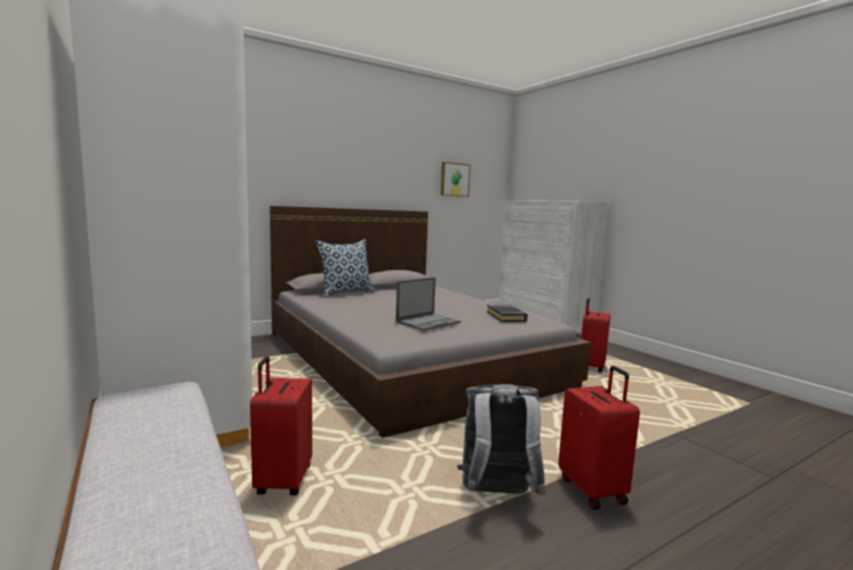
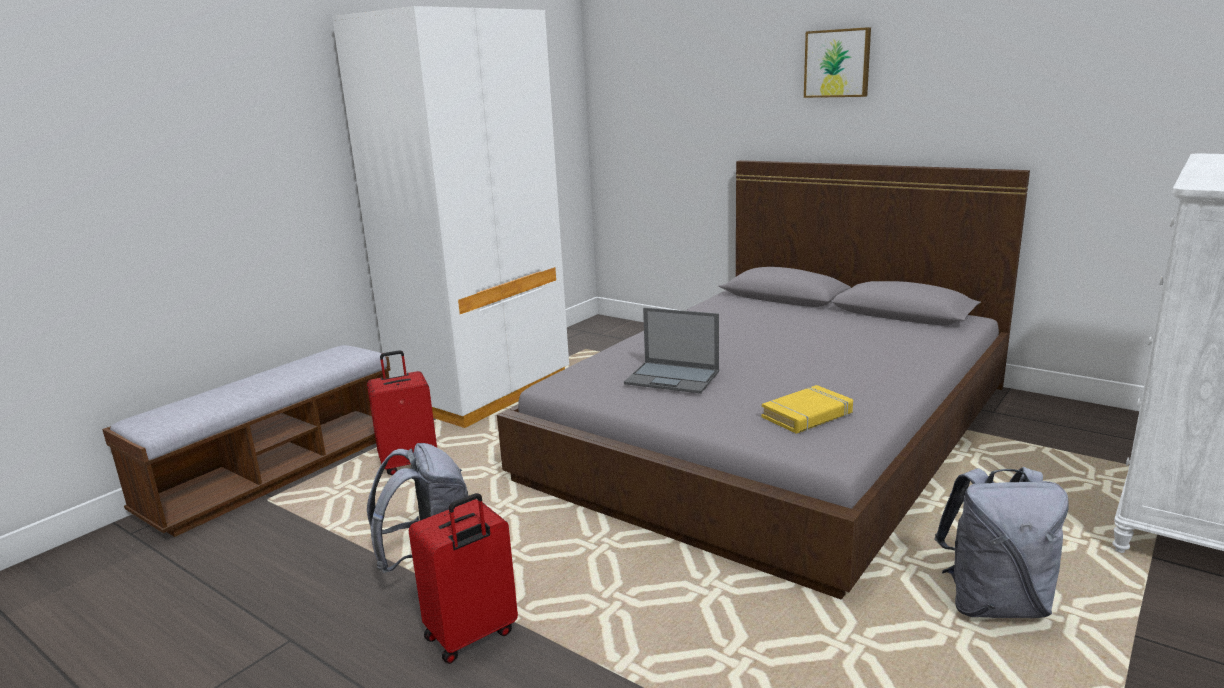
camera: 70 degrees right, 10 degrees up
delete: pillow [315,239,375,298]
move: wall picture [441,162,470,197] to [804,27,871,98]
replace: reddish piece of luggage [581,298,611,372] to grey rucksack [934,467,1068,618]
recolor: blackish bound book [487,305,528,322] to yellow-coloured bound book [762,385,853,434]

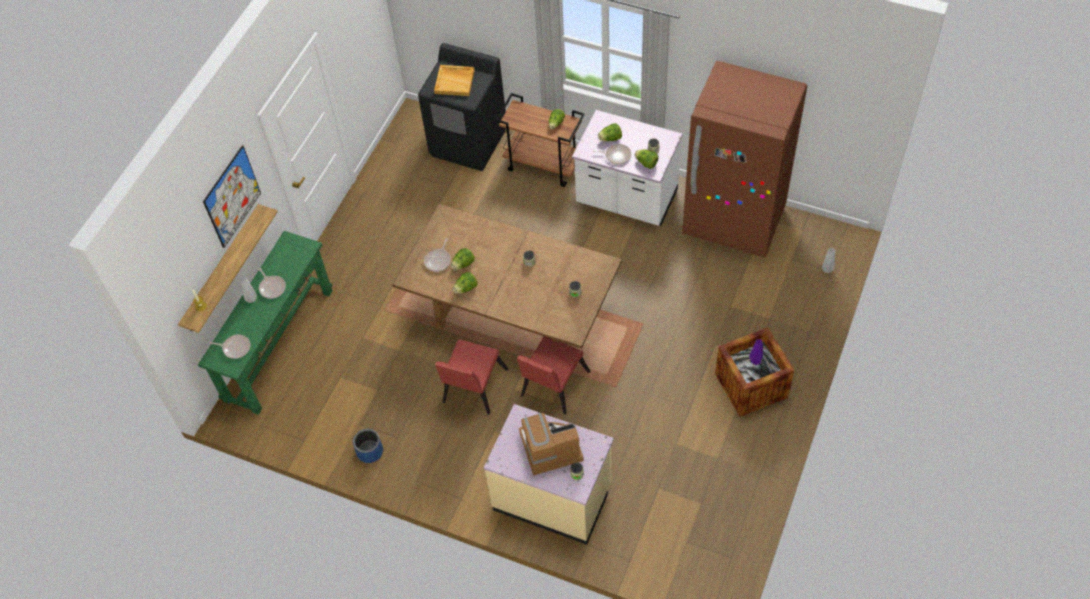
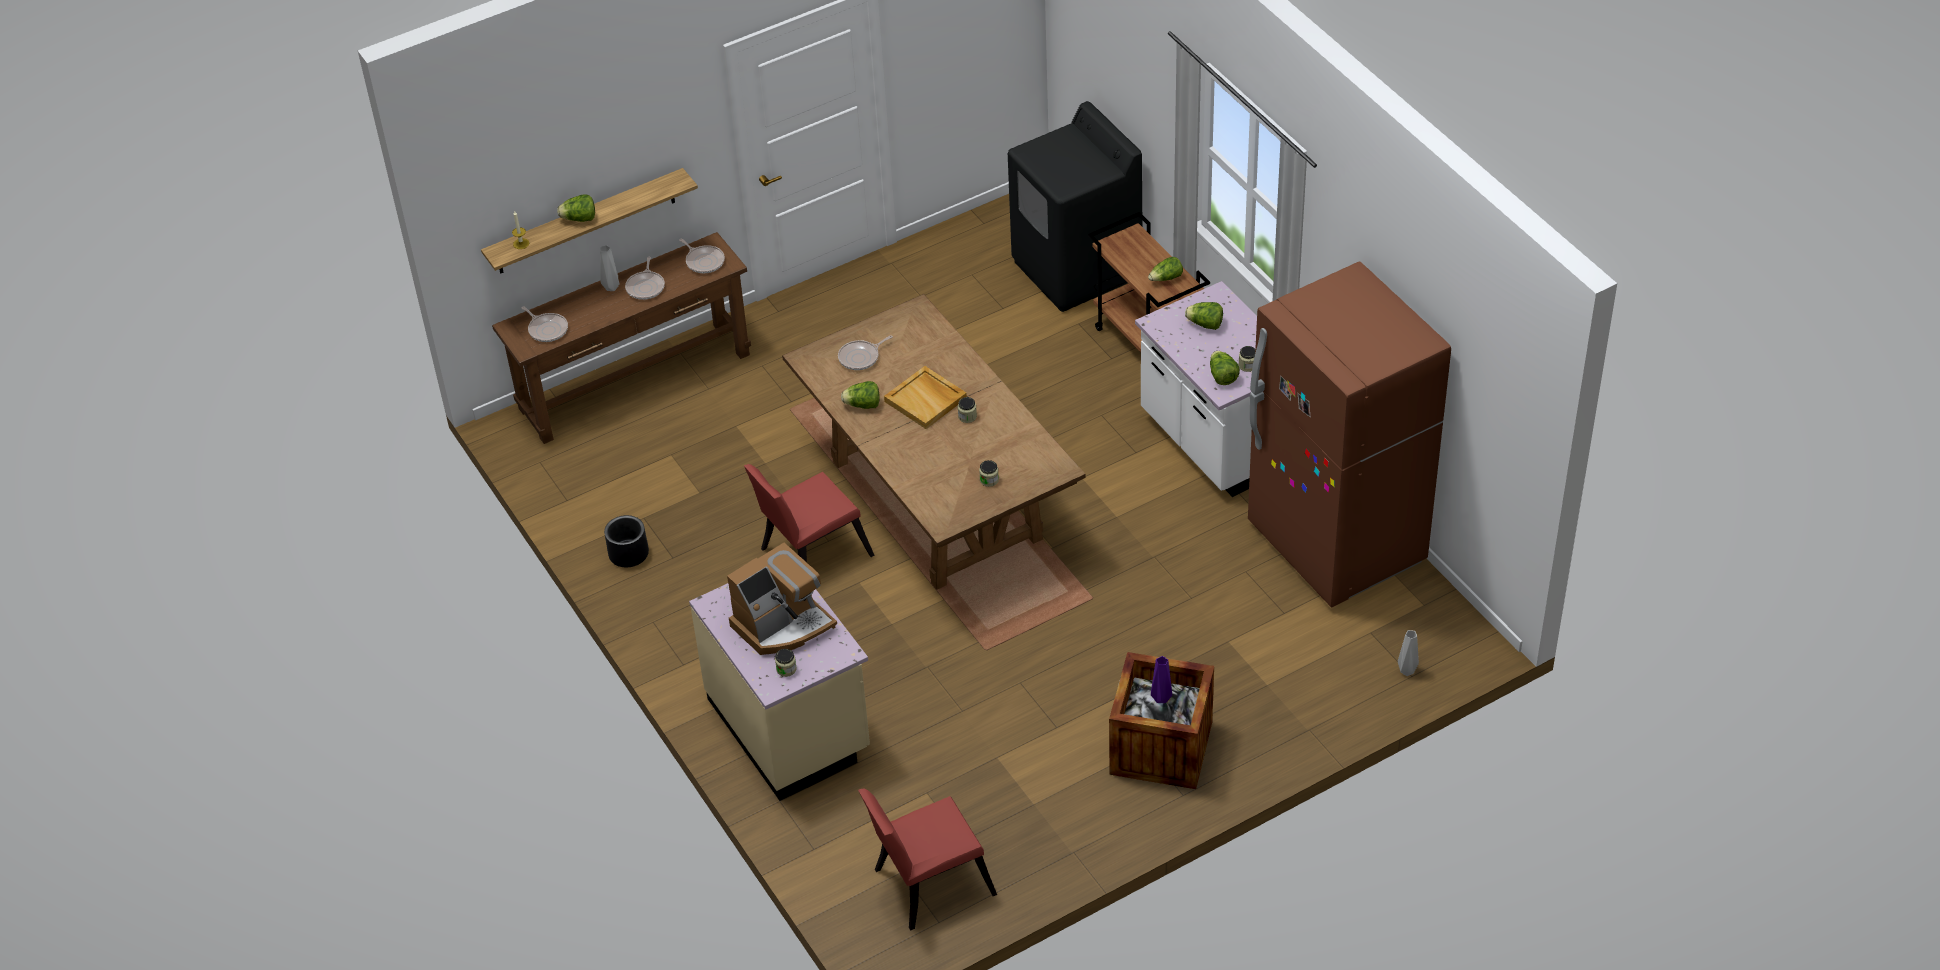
camera: 35 degrees right, 10 degrees down
delete: wall picture [203,145,261,248]
move: beige serving tray [434,65,475,96] to [884,366,967,429]; head of lettuce [451,248,475,270] to [557,194,595,222]; reddish upright chair [517,336,590,415] to [858,788,997,931]; skillet [593,144,631,165] to [679,239,725,273]
recolor: greenish console table [198,231,332,415] to brownish console table [492,232,751,444]; bluish planter [353,428,383,463] to blackish planter [604,515,649,567]
rotate: coffee maker [519,413,584,476] = [727,543,837,655] 120 degrees clockwise

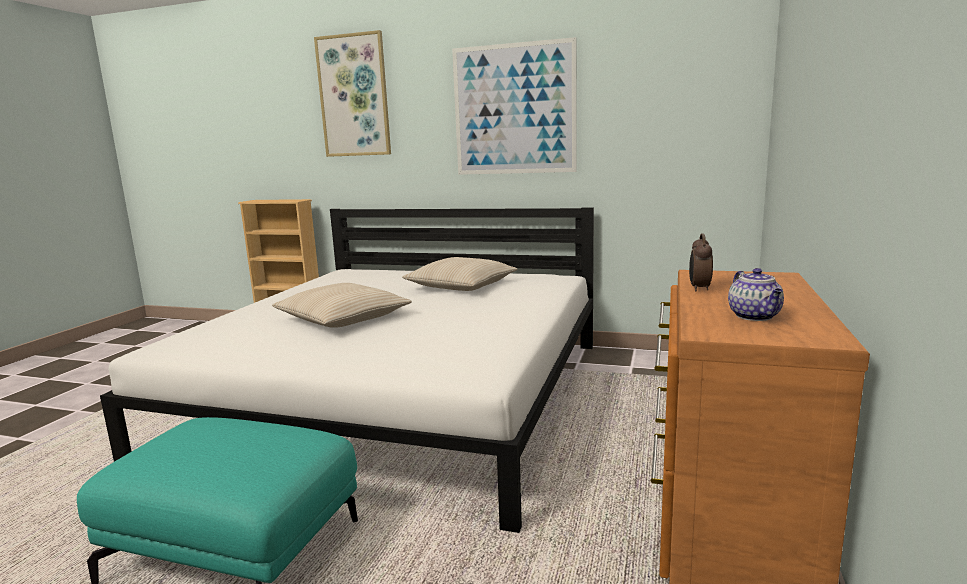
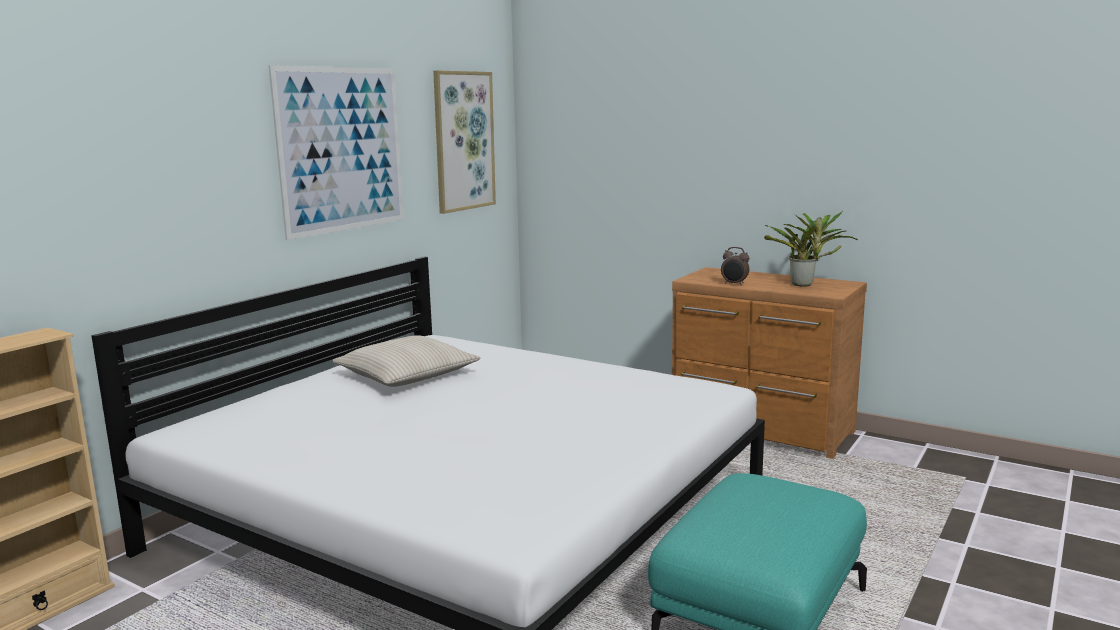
camera: 75 degrees left, 0 degrees up
delete: beige pillow [272,283,412,328]
move: wall picture [314,30,391,157] to [433,70,496,214]
replace: tea pot [728,268,784,321] to houseplant [764,211,858,287]

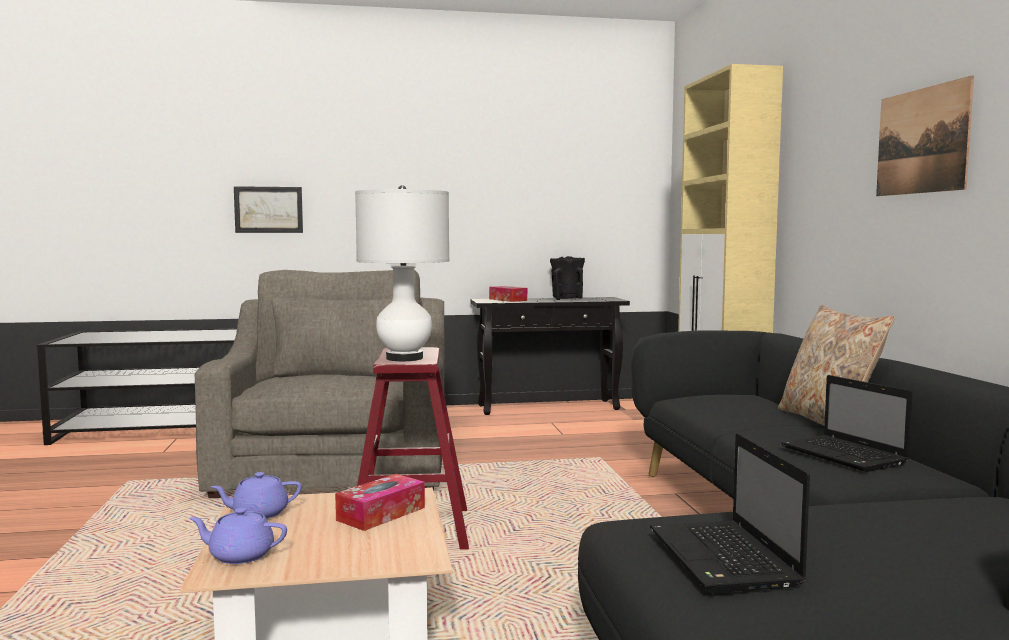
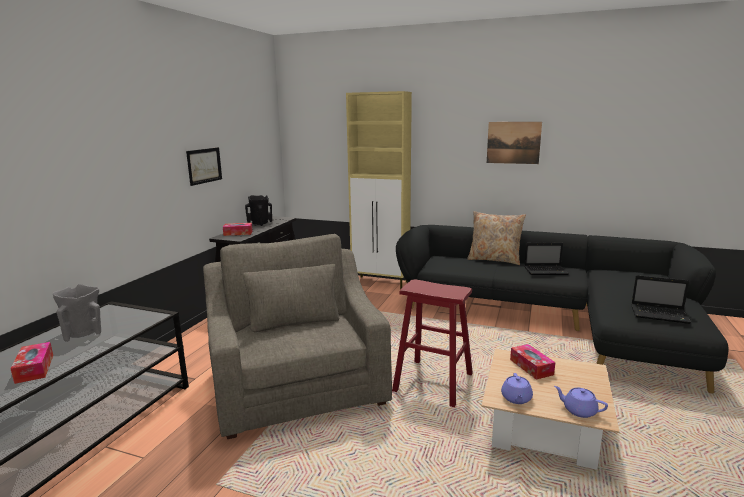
camera: 60 degrees left, 10 degrees up
delete: whitish lamp for a table [355,185,450,361]
insert: box of tissues [10,342,53,384]; grey vase [53,284,101,342]
move: wall picture [234,186,303,233] to [186,147,222,186]
rotate: purple tea pot [189,508,287,564] = [554,386,608,418] 90 degrees clockwise; grey easy chair [195,270,445,498] = [203,234,392,439] 45 degrees clockwise

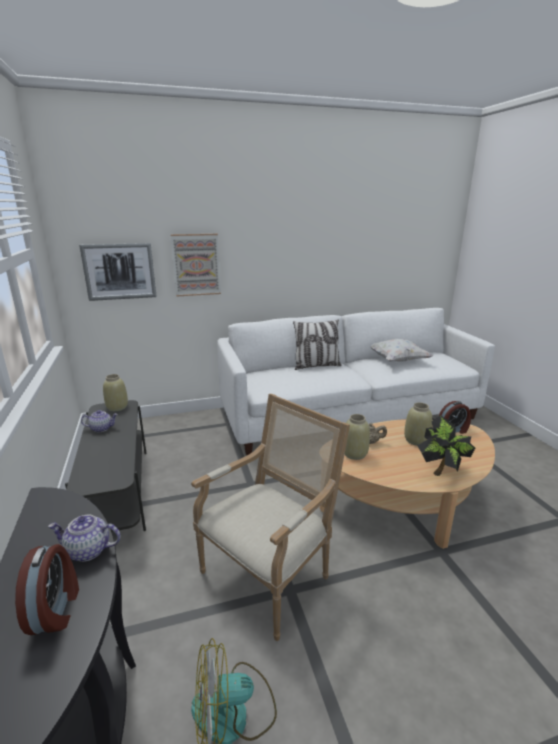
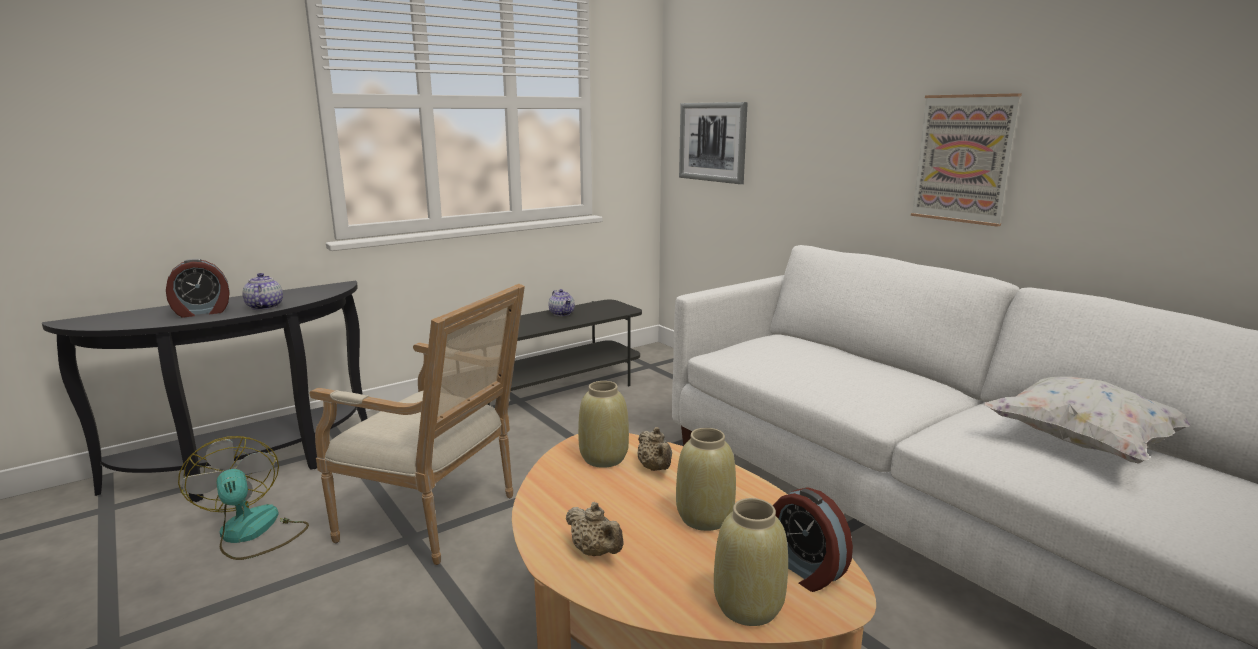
camera: 70 degrees right, 5 degrees down
delete: pillow [293,320,341,370]
move: beige vase [103,374,128,411] to [714,498,788,626]; wall picture [171,234,221,297] to [911,93,1022,227]
replace: houseplant [418,416,475,476] to beige tea pot [566,502,623,556]

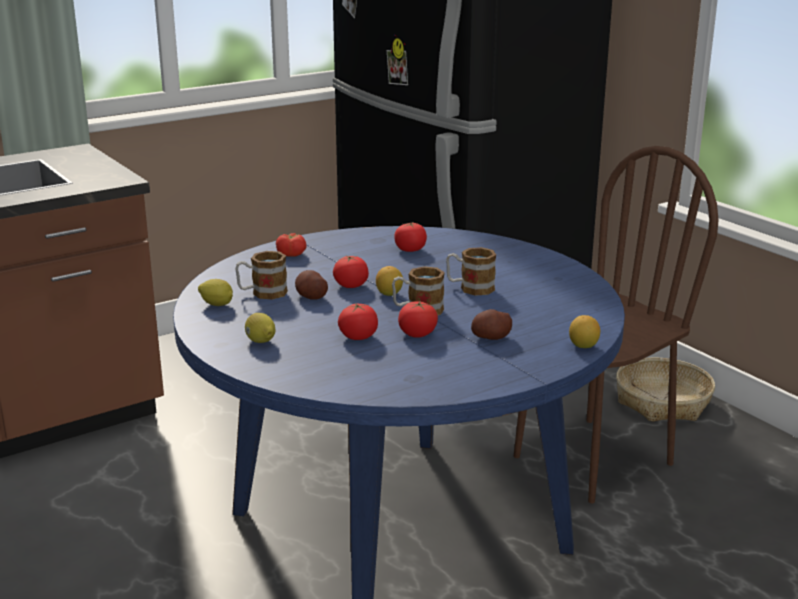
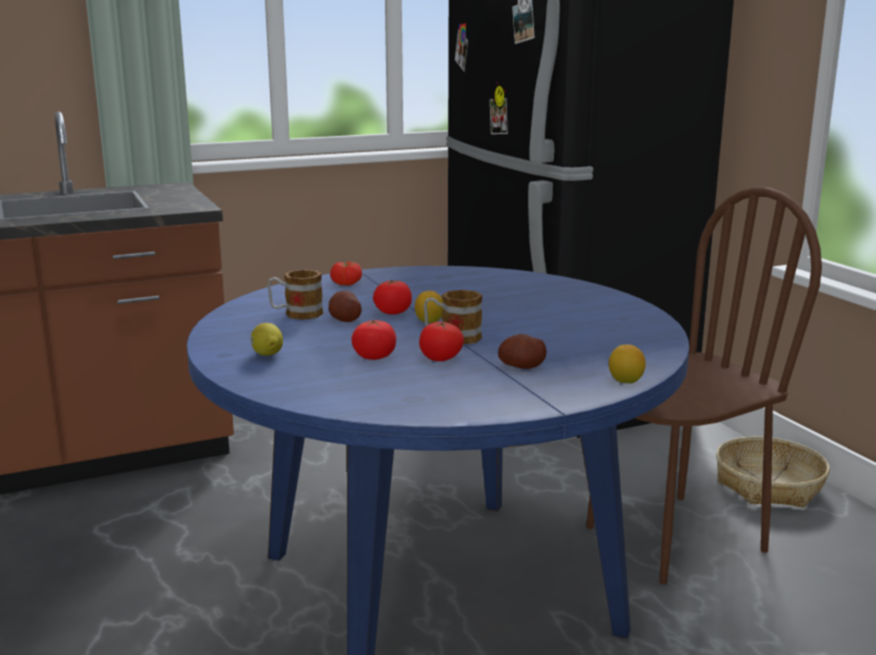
camera: 10 degrees right, 5 degrees down
delete: lemon [198,279,233,306]; fresh tomato [394,222,427,252]; coffee mug [446,247,496,296]

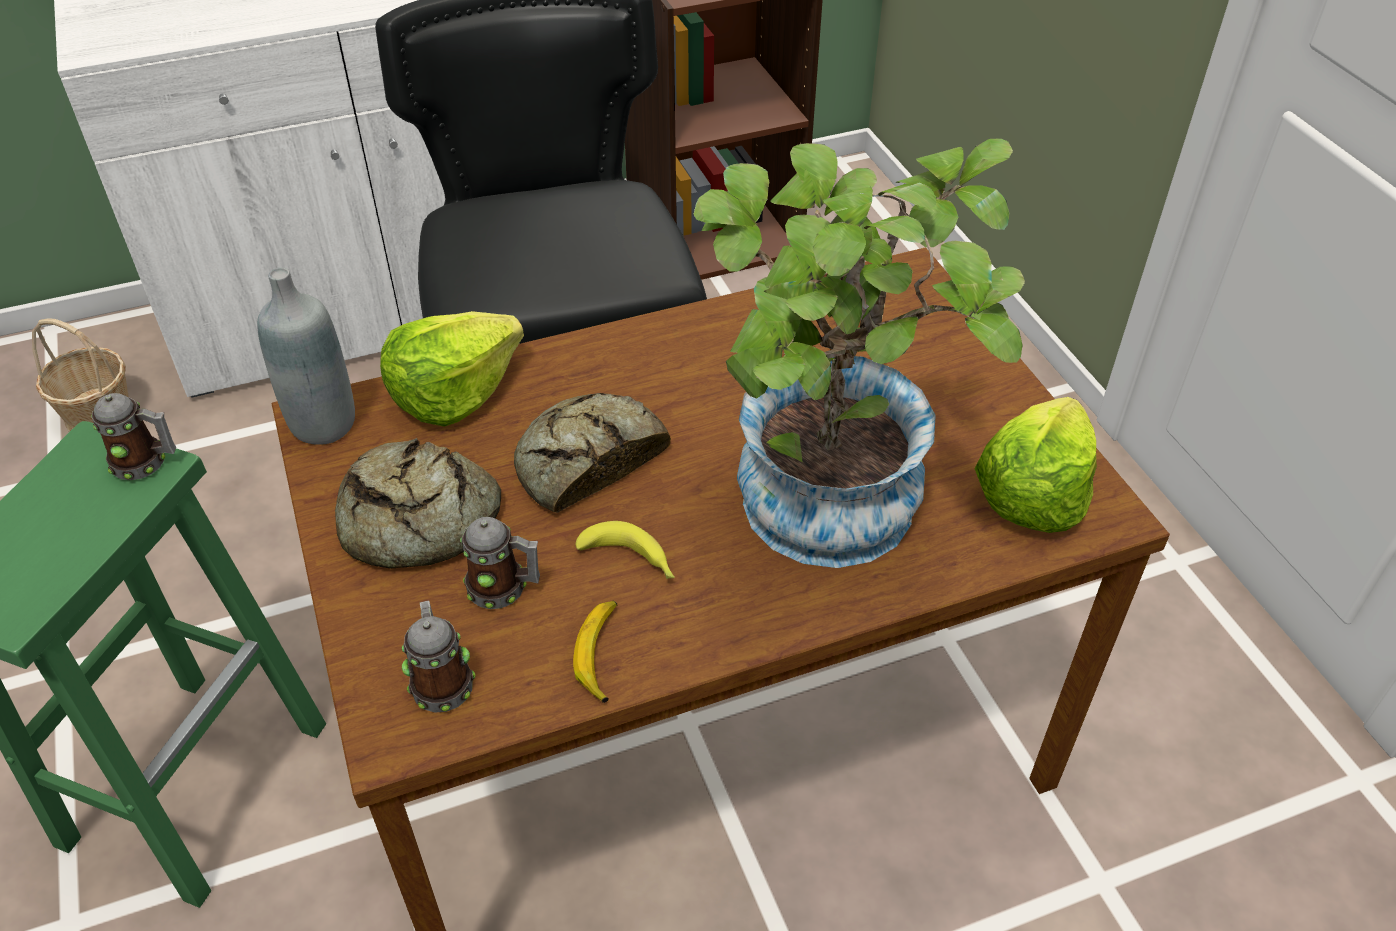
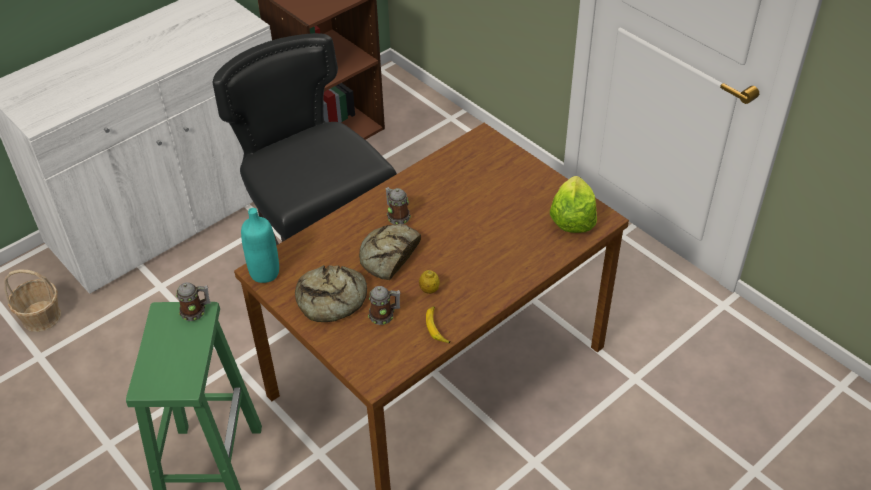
camera: 20 degrees left, 0 degrees up
delete: head of lettuce [380,311,524,427]; houseplant [693,138,1025,568]
move: coffee mug [402,600,476,713] to [386,187,411,224]
replace: whole banana [576,521,675,579] to lemon [419,270,440,294]
recolor: grey bottle [257,267,355,445] to turquoise bottle [241,208,279,283]

